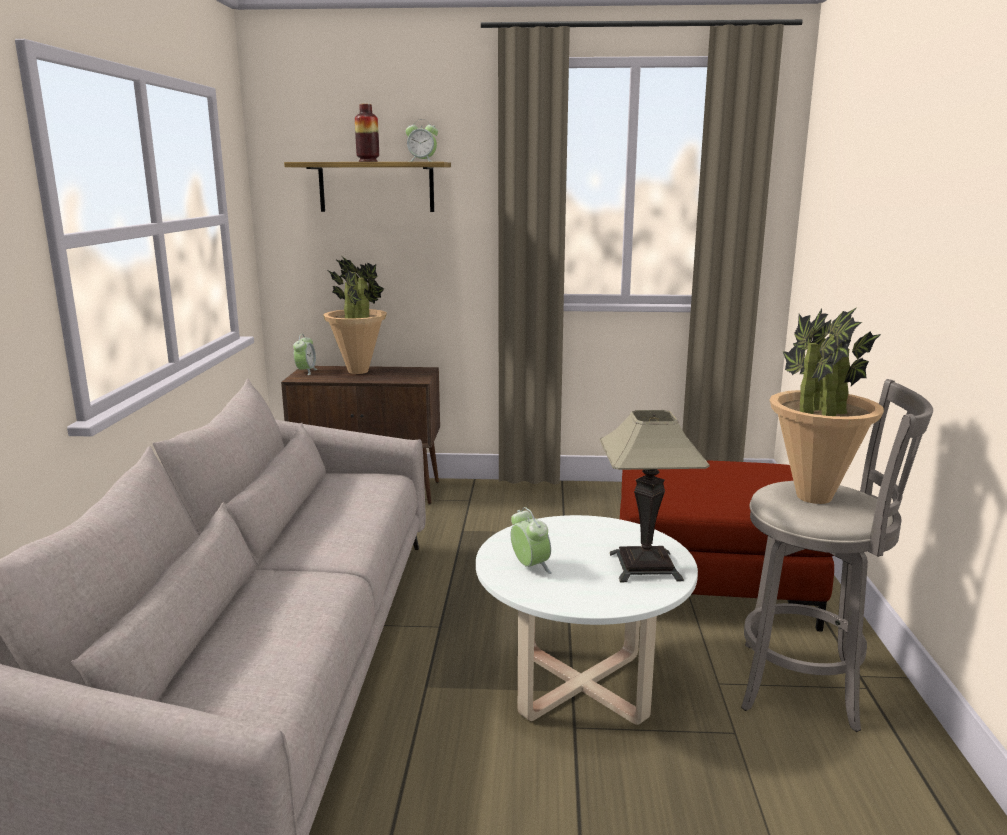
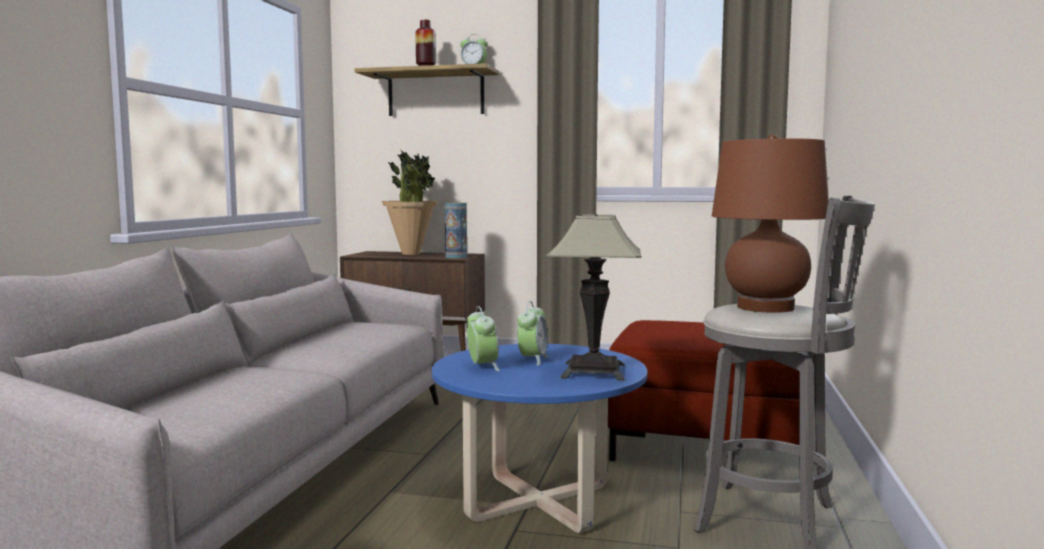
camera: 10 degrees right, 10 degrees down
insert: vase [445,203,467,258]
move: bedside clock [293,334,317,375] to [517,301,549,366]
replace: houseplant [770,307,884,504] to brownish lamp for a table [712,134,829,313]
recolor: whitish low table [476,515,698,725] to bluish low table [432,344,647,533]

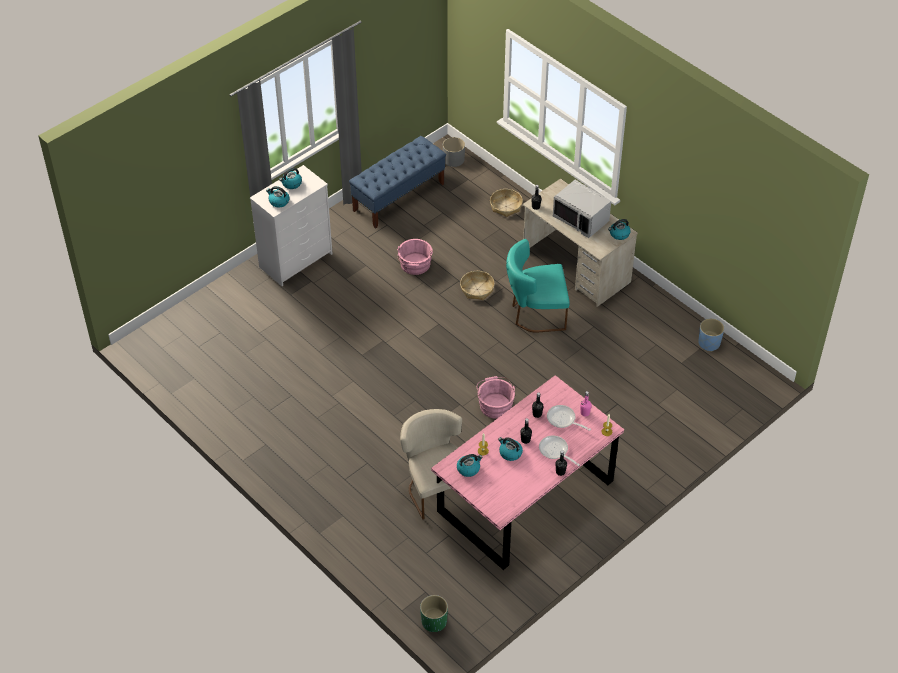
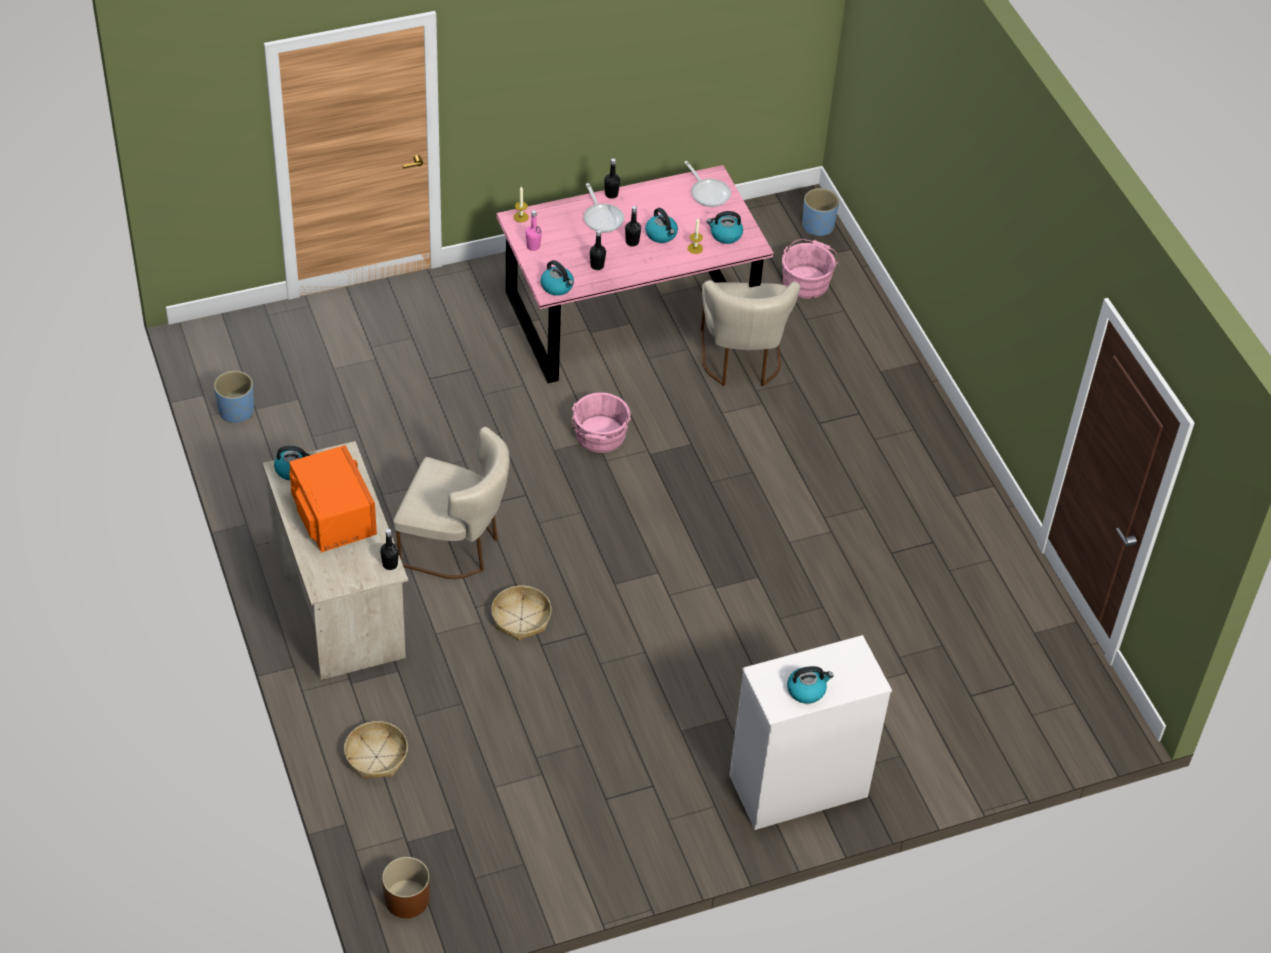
camera: 160 degrees left, 0 degrees up
delete: bluish long seat [349,136,446,229]
move: water kettle [266,186,289,207] to [540,260,574,296]; pinkish bucket [397,239,433,275] to [782,239,839,299]; skillet [547,405,591,431] to [684,161,731,207]
recolor: greenish planter [420,595,448,632] to bluish planter [802,188,839,236]; grey planter [443,137,465,167] to brownish planter [382,857,430,918]; turquoise upright chair [506,239,570,333] to beige upright chair [393,427,510,579]; grey microwave oven [553,180,611,238] to orangey microwave oven [289,445,377,552]

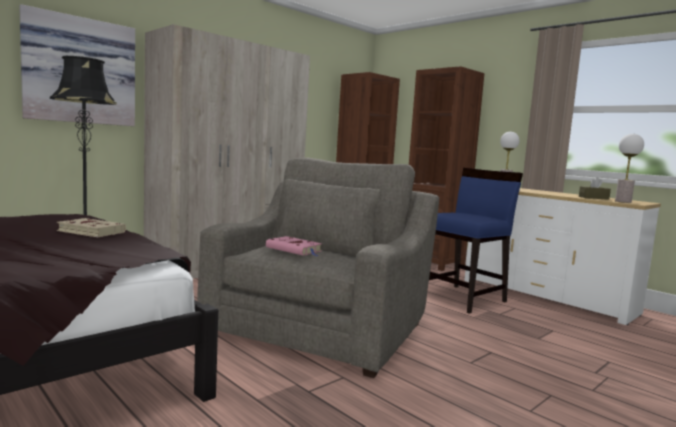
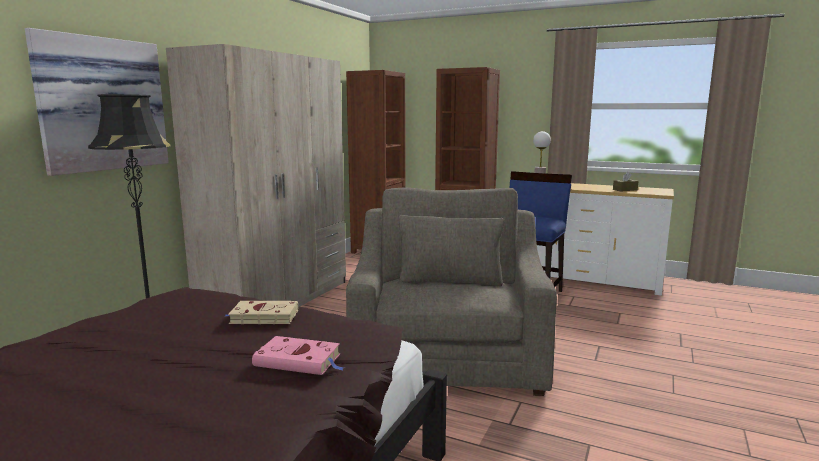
camera: 20 degrees left, 5 degrees up
delete: lamp for a table [615,134,644,203]
move: pinkish bound book [266,236,322,256] to [252,336,345,375]

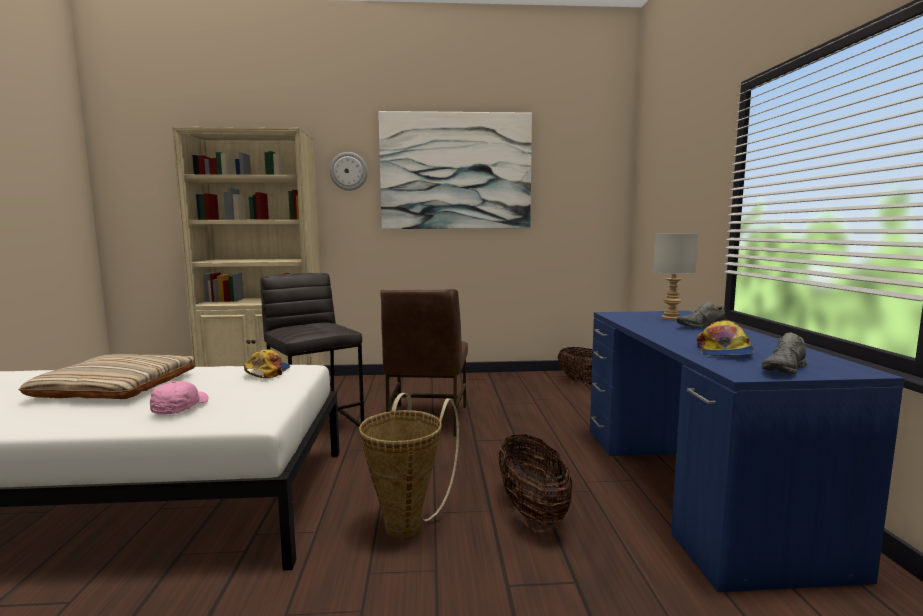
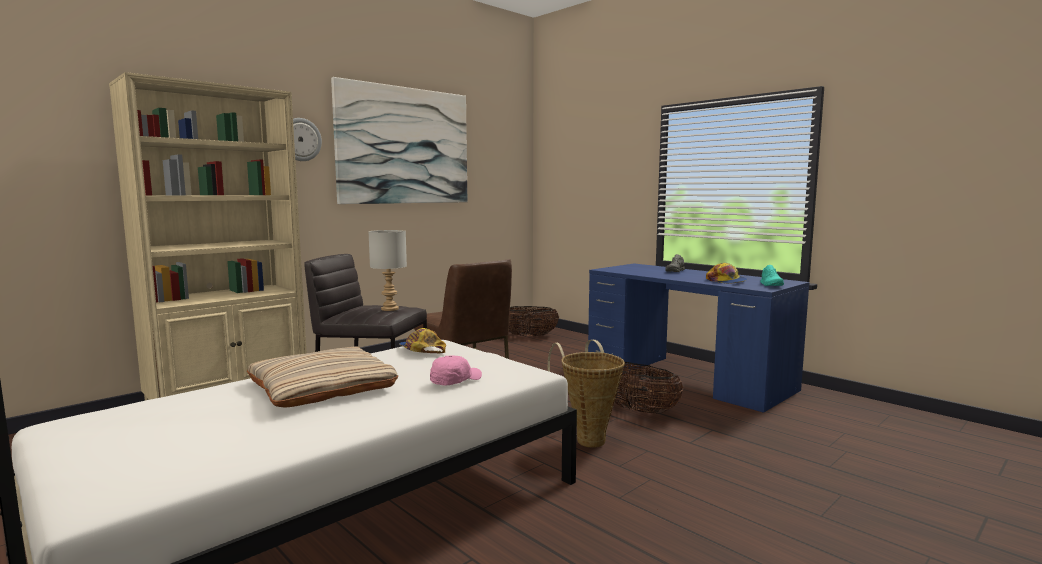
camera: 40 degrees left, 0 degrees up
move: grey lamp for a table [653,233,698,321] to [368,230,407,311]
recolor: grey shoe [762,332,807,374] to turquoise shoe [760,265,784,286]
rotate: pinkish baseball cap [150,381,209,414] = [430,355,482,386] 75 degrees clockwise

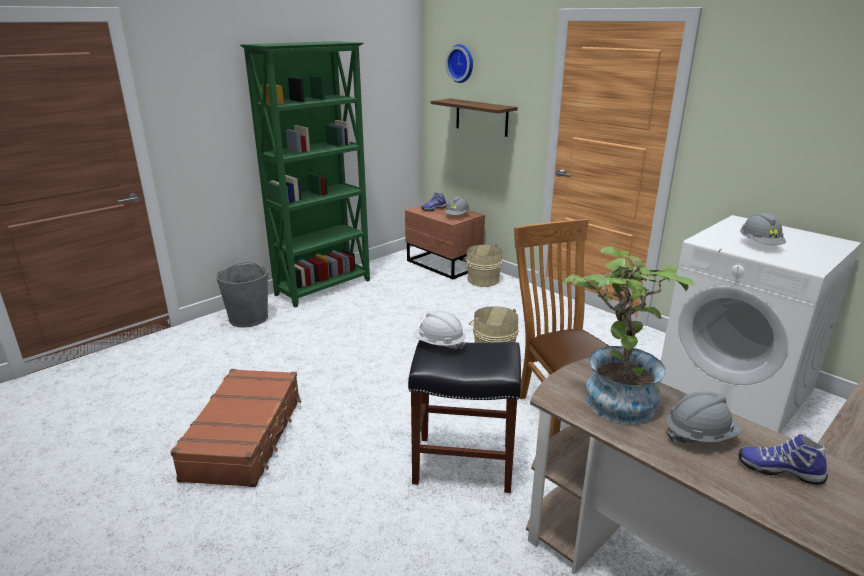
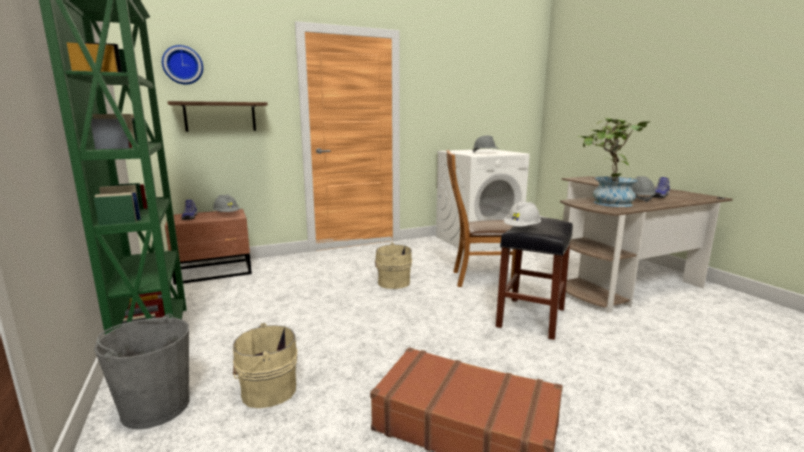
camera: 70 degrees left, 10 degrees down
move: beige bucket [463,244,503,287] to [233,323,297,408]

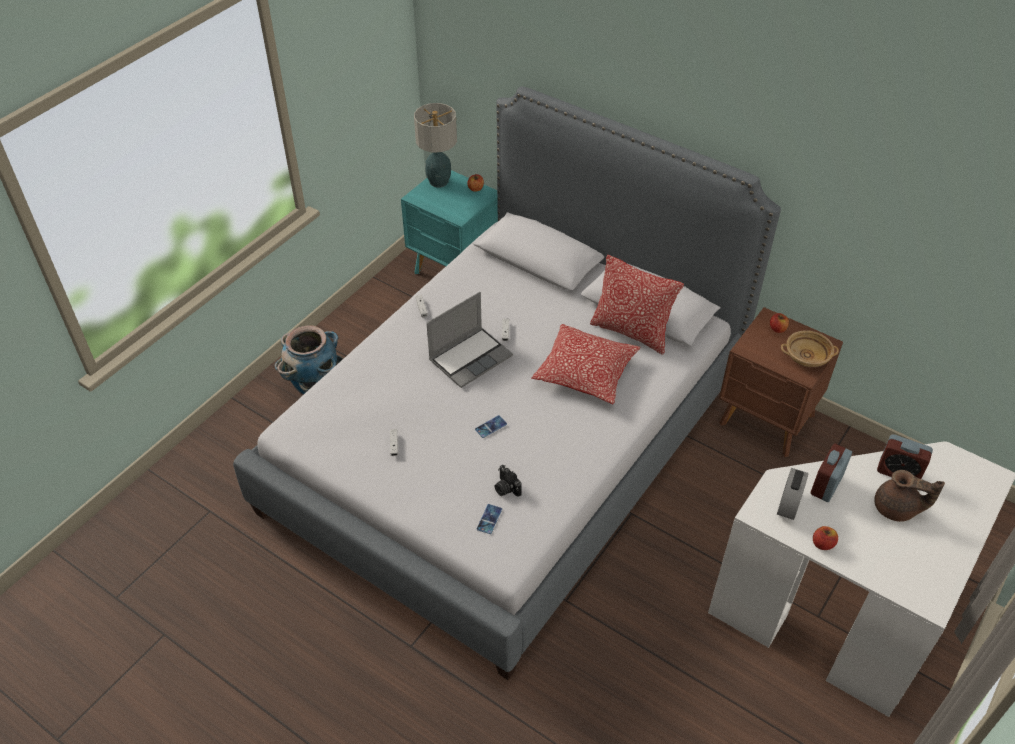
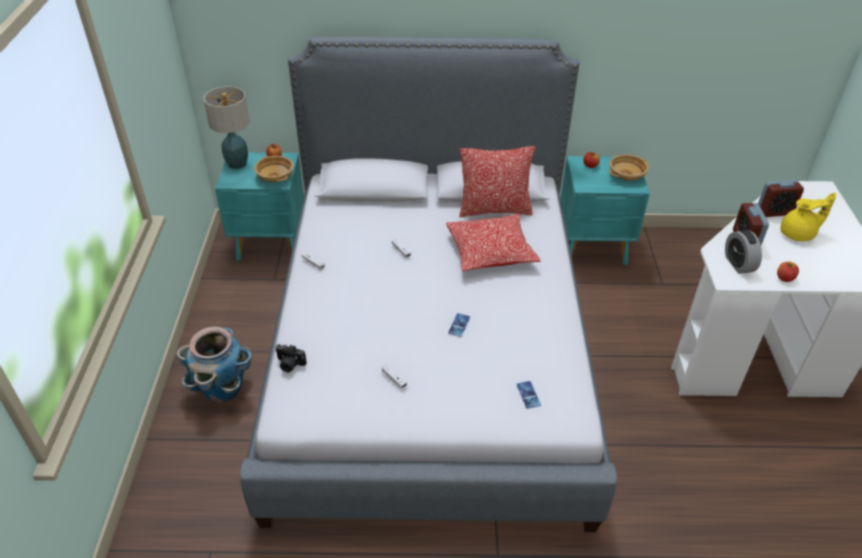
camera: 35 degrees left, 5 degrees down
delete: portable computer [427,292,513,388]
insert: beige deep dish [254,156,294,182]
move: still camera [495,465,522,497] to [275,344,307,372]
recolor: brownish bedside table [719,307,843,457] to turquoise bedside table [560,156,650,265]; brownish tea pot [874,470,945,522] to yellow-coloured tea pot [780,193,837,241]

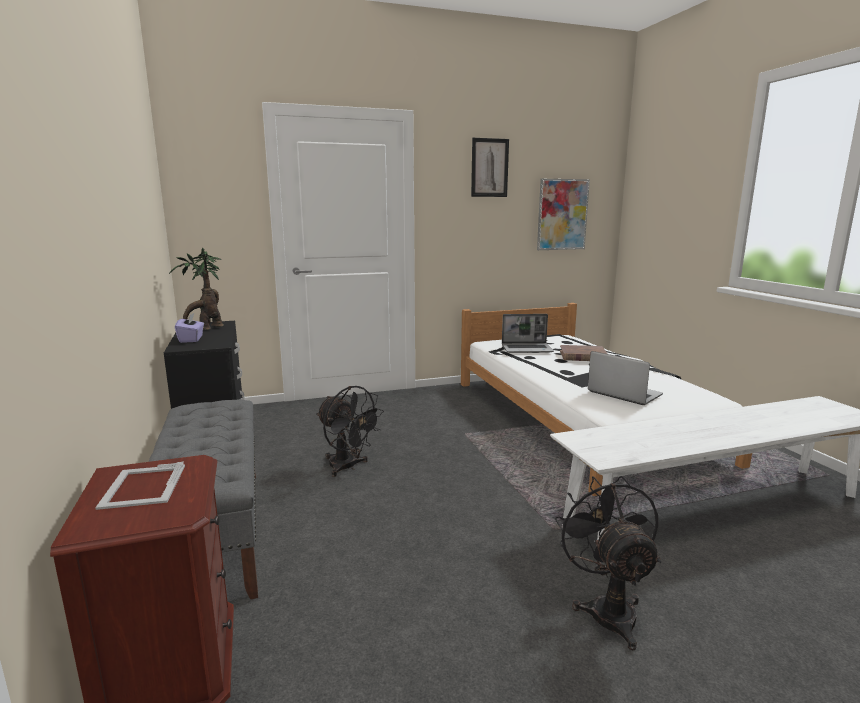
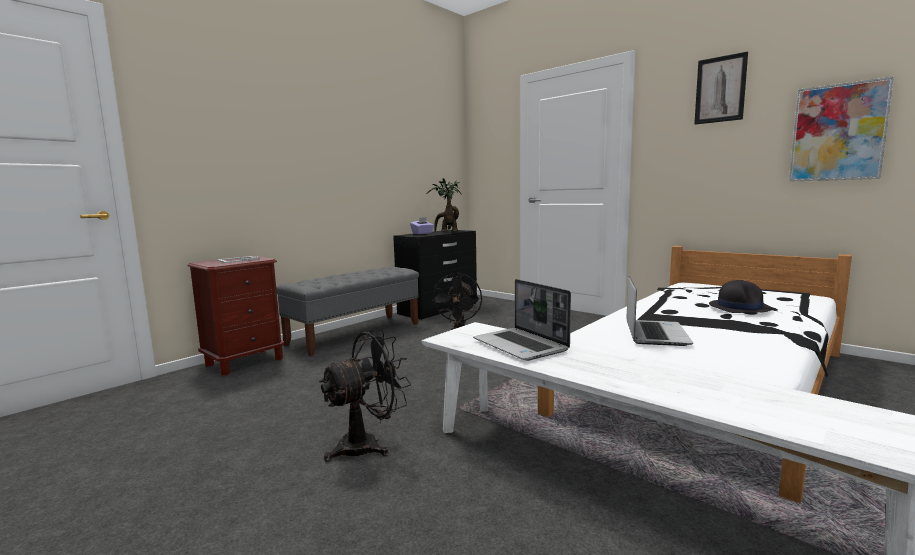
camera: 60 degrees right, 5 degrees down
move: portable computer [502,314,554,353] to [473,279,571,361]
replace: brownish bound book [560,345,608,361] to blackish clothing hat [709,280,772,313]

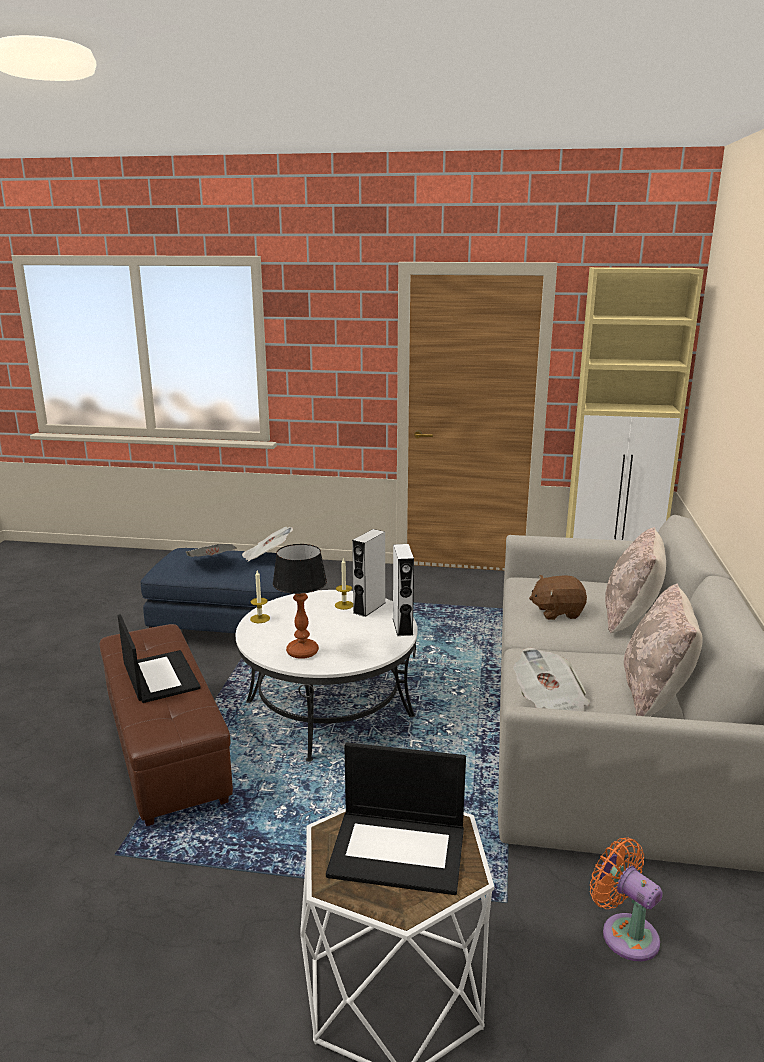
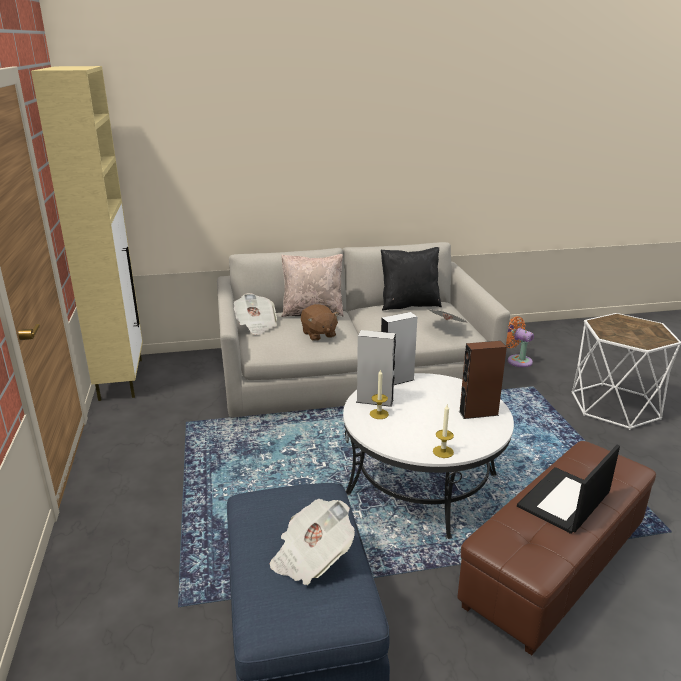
camera: 110 degrees left, 5 degrees up
delete: portable computer [326,742,466,895]
move: newspaper [242,527,293,562] to [234,293,277,335]
replace: lamp for a table [273,544,327,659] to brownish audio speaker [459,341,507,419]
recolor: beige pillow [624,584,703,717] to blackish pillow [381,247,442,311]
rotate: orangey fan [590,838,663,961] = [506,316,534,367] 105 degrees clockwise

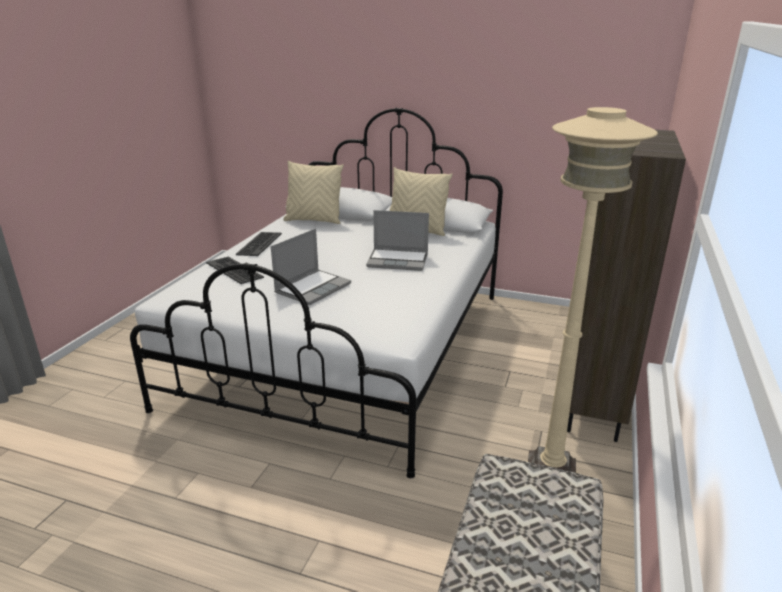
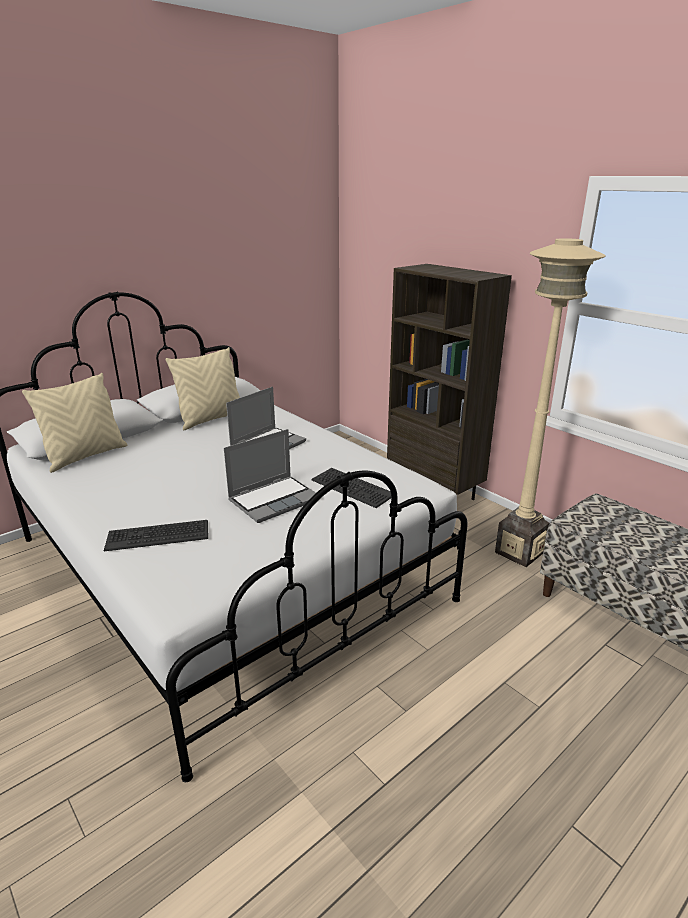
camera: 60 degrees left, 0 degrees up
move: computer keyboard [236,232,282,256] to [312,468,391,508]
rotate: portable computer [271,229,351,305] = [224,429,316,523] 75 degrees clockwise

